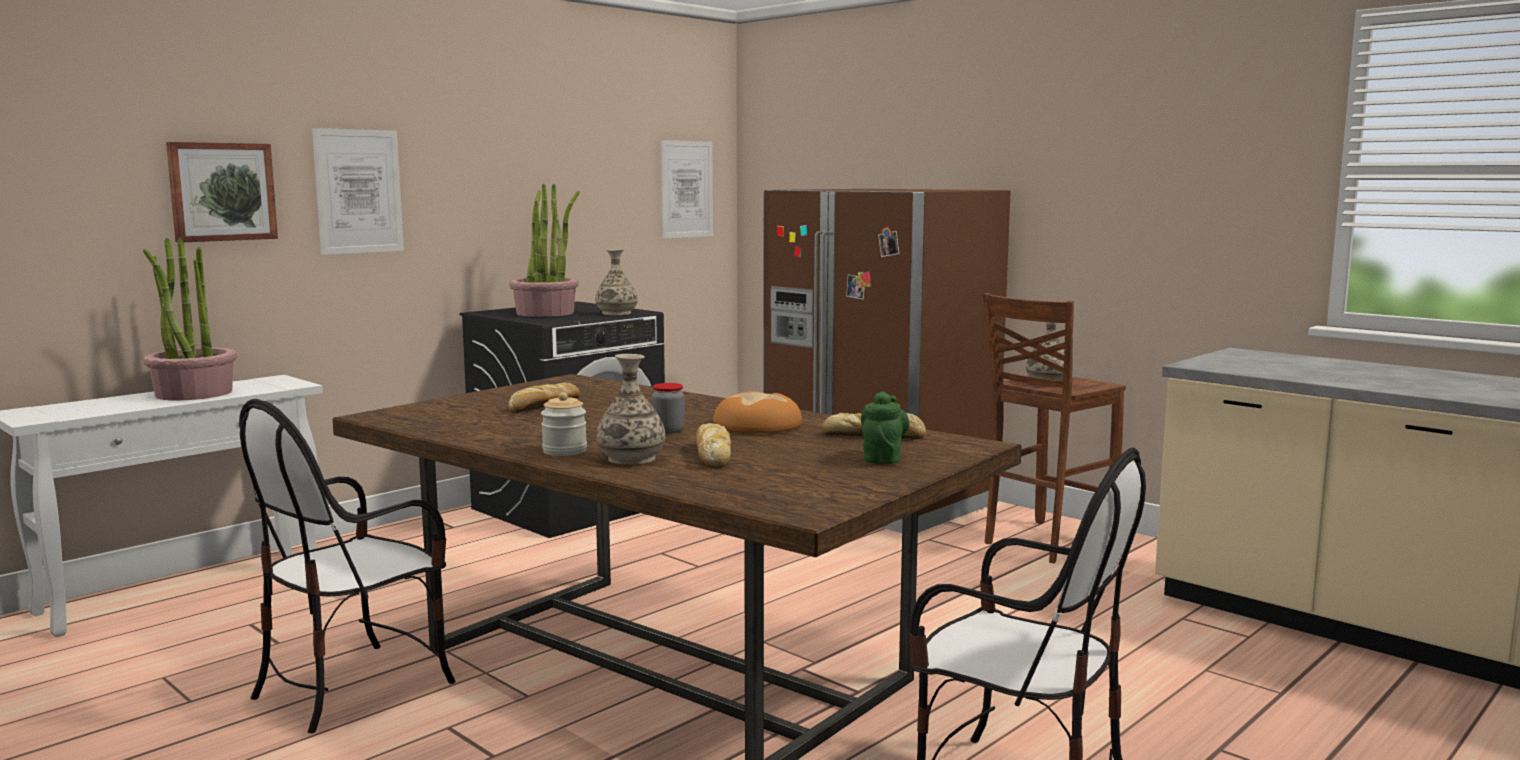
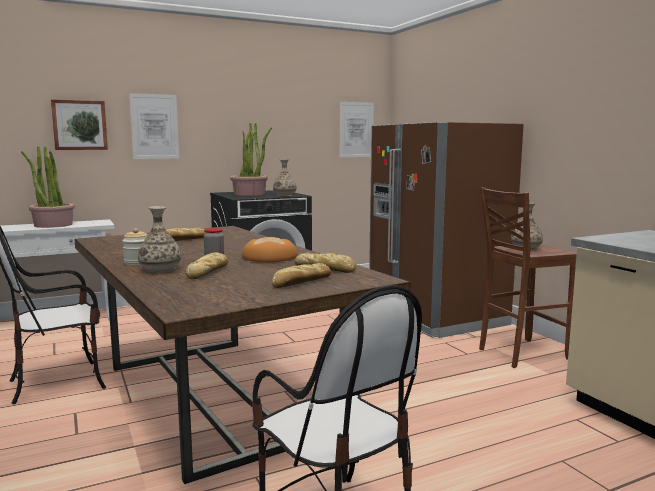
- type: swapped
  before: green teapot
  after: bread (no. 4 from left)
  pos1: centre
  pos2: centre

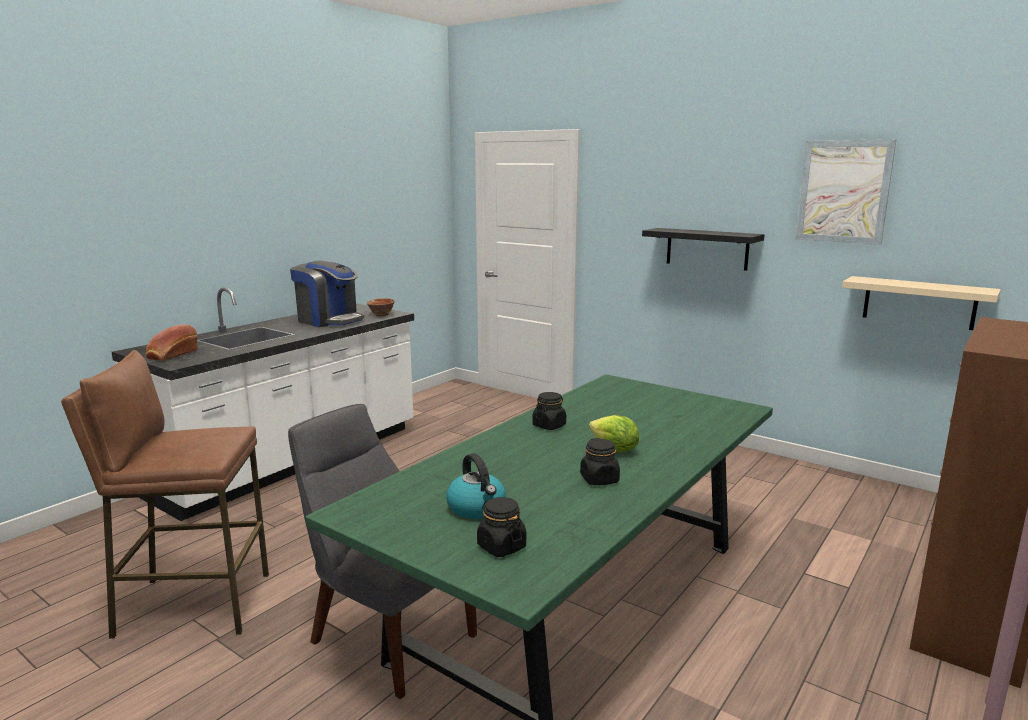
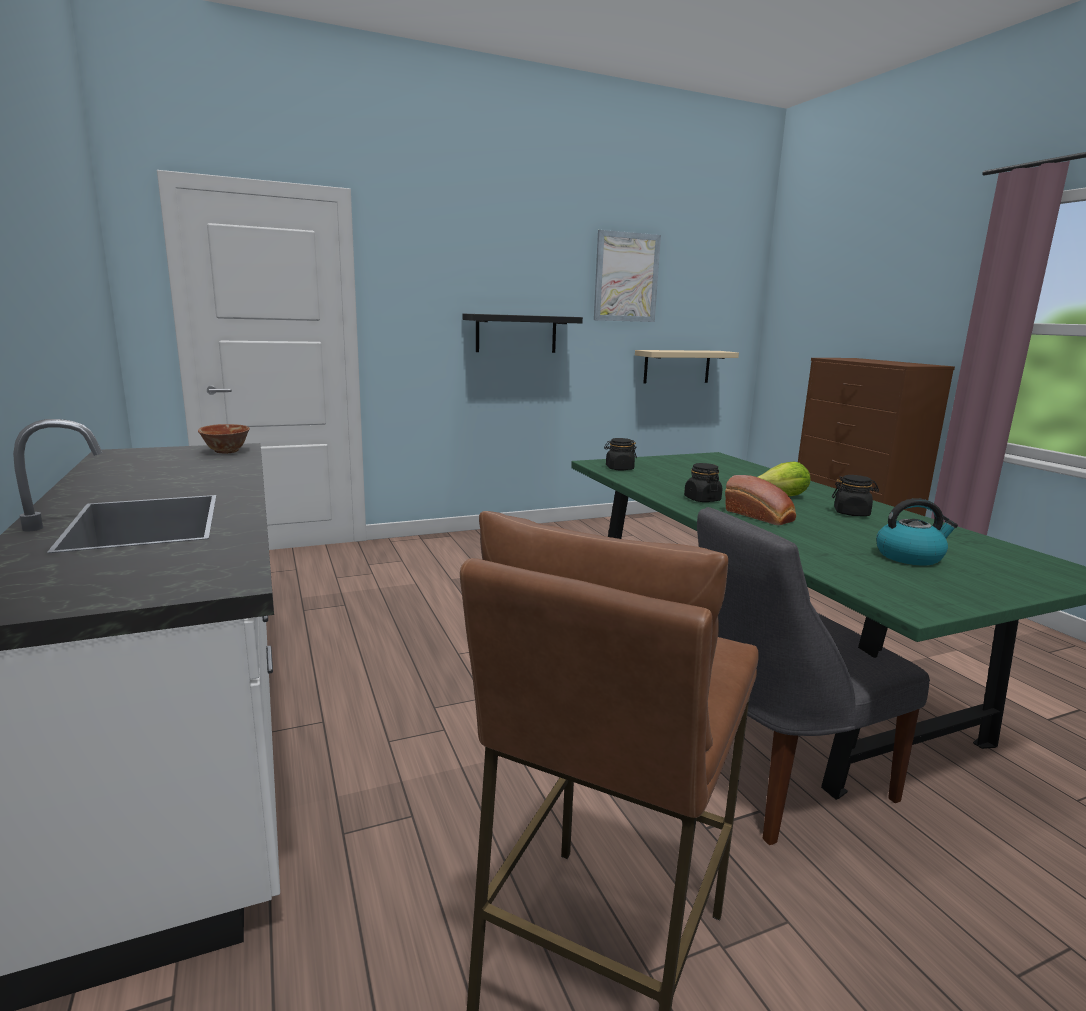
- type: gone
  before: coffee machine
  pos1: middle left
- type: shifted
  before: bread
  pos1: middle left
  pos2: middle right
- type: shifted
  before: black jar (no. 1 from left)
  pos1: bottom centre
  pos2: centre

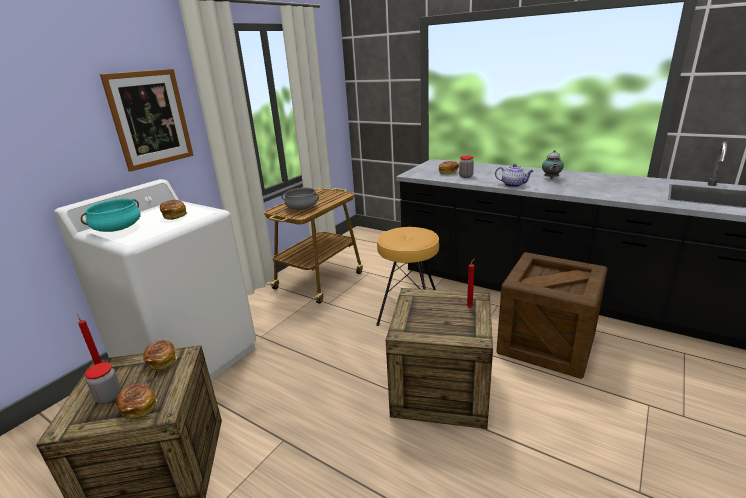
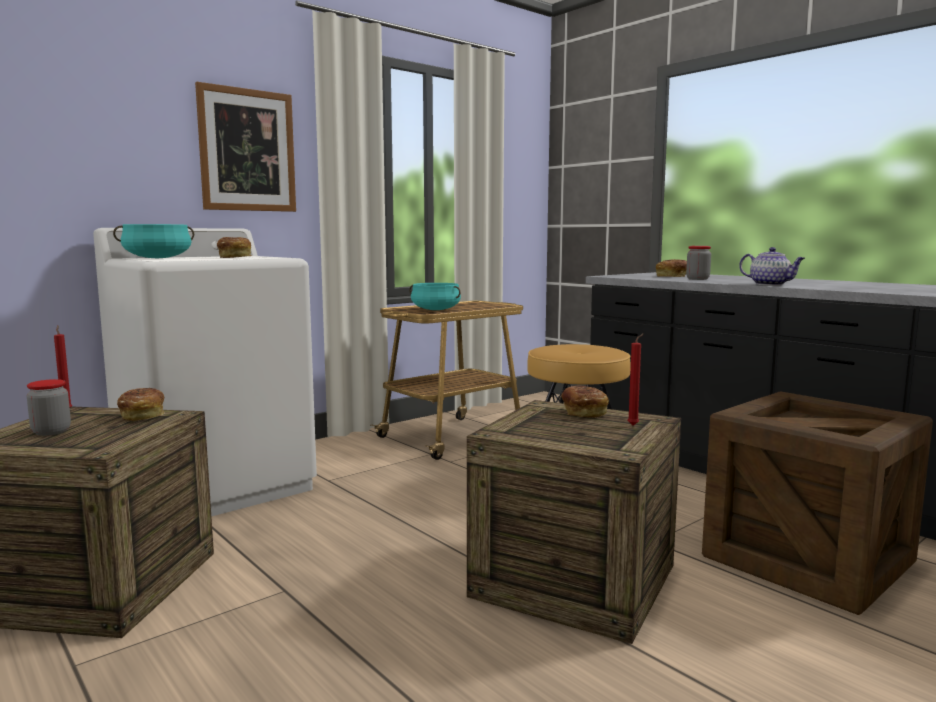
- type: gone
  before: teapot (no. 2 from left)
  pos1: top right
- type: shifted
  before: bread (no. 1 from left in the first image)
  after: bread (no. 3 from left)
  pos1: bottom left
  pos2: centre
- type: repainted
  before: grey cooking pot
  after: turquoise cooking pot (no. 2 from left)
  pos1: centre
  pos2: centre

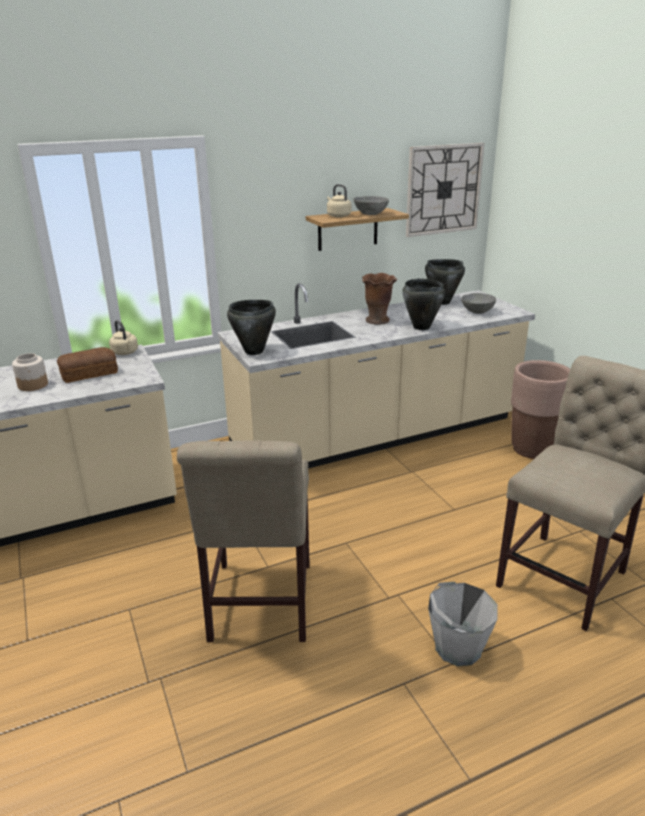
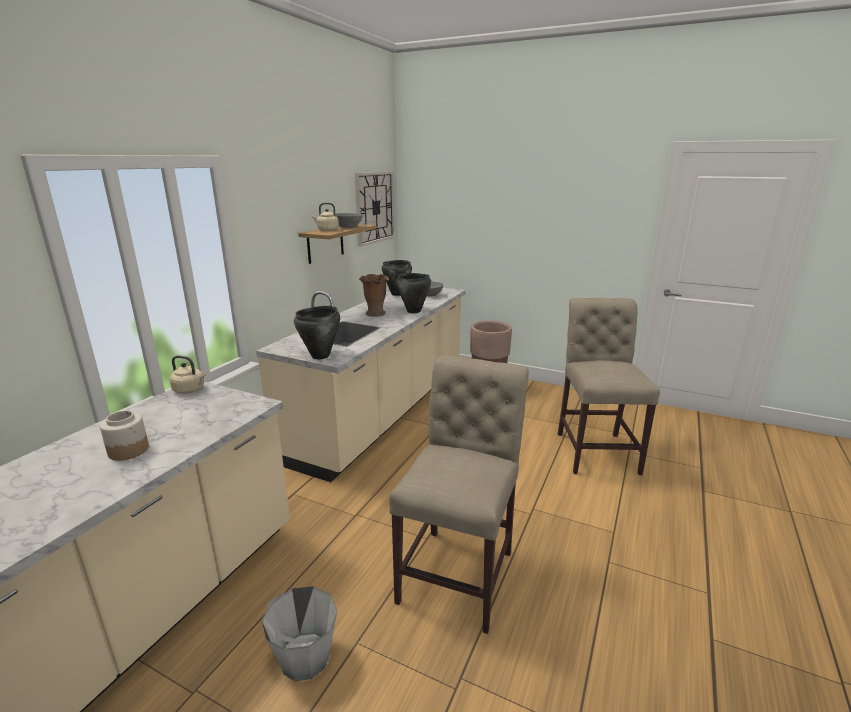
- type: gone
  before: bread
  pos1: middle left
- type: shifted
  before: grey bucket
  pos1: bottom right
  pos2: bottom centre
- type: rotated
  before: beige chair (no. 1 from left)
  pos1: centre
  pos2: bottom centre
  turn: -120

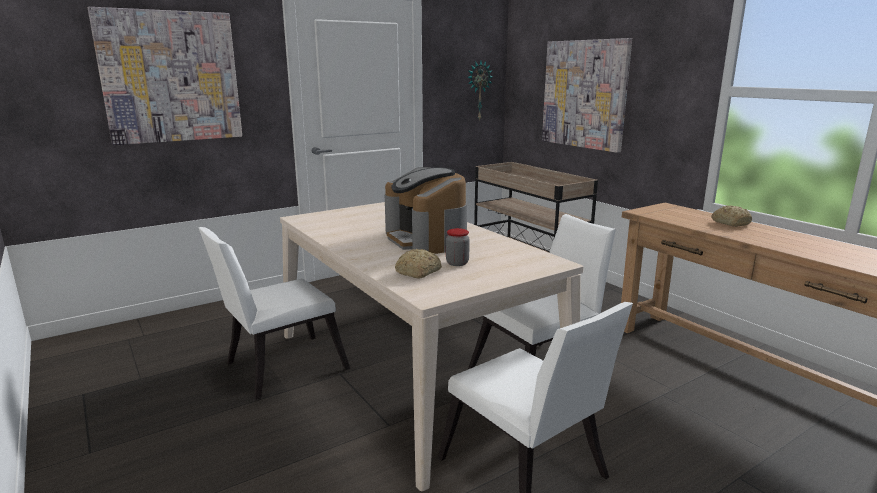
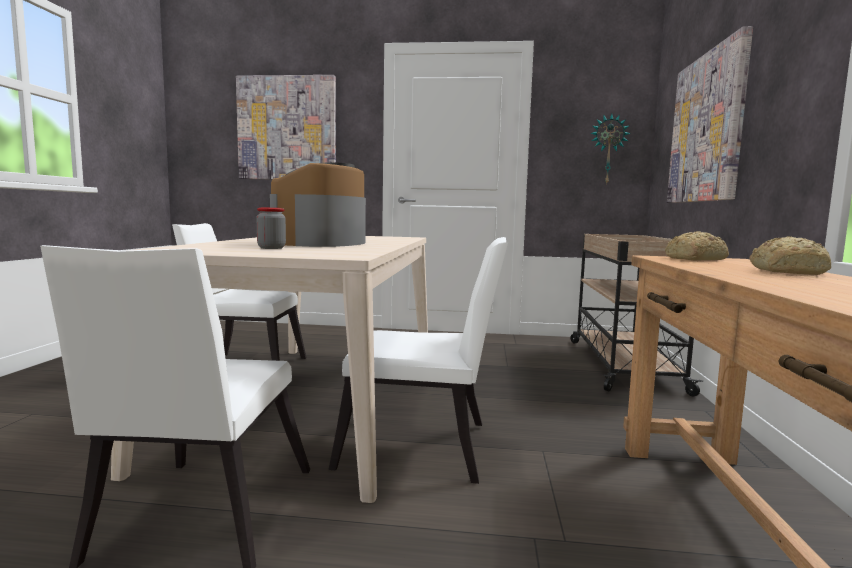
- type: shifted
  before: bread (no. 1 from left)
  pos1: centre
  pos2: middle right

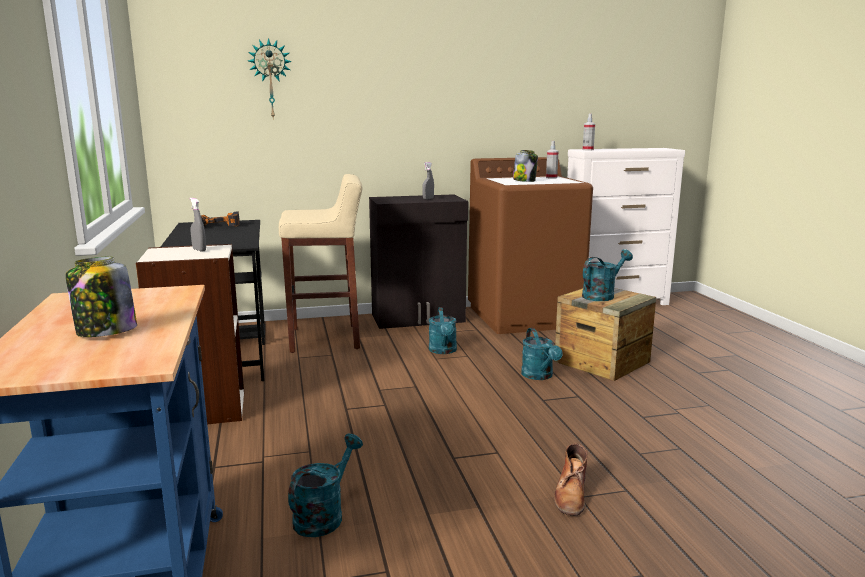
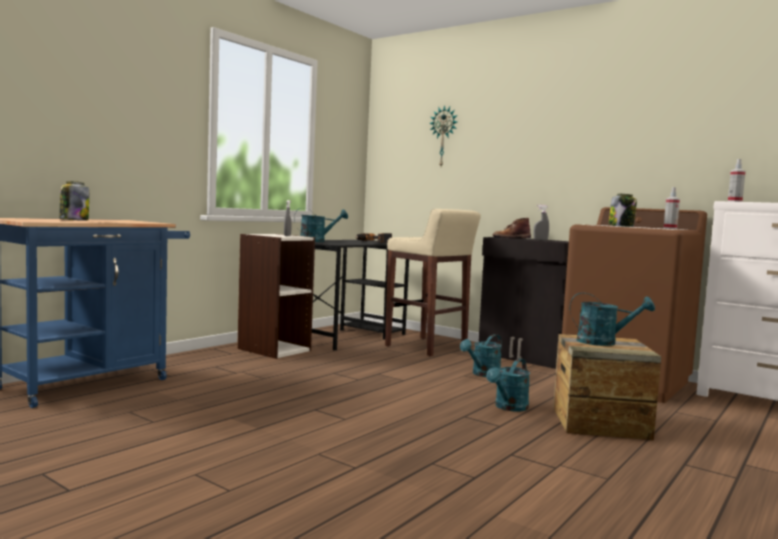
- type: shifted
  before: turquoise watering can (no. 1 from left)
  pos1: bottom centre
  pos2: centre
- type: shifted
  before: brown boot
  pos1: bottom centre
  pos2: centre

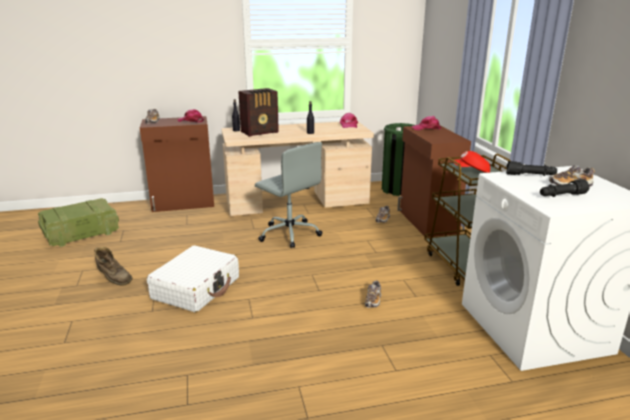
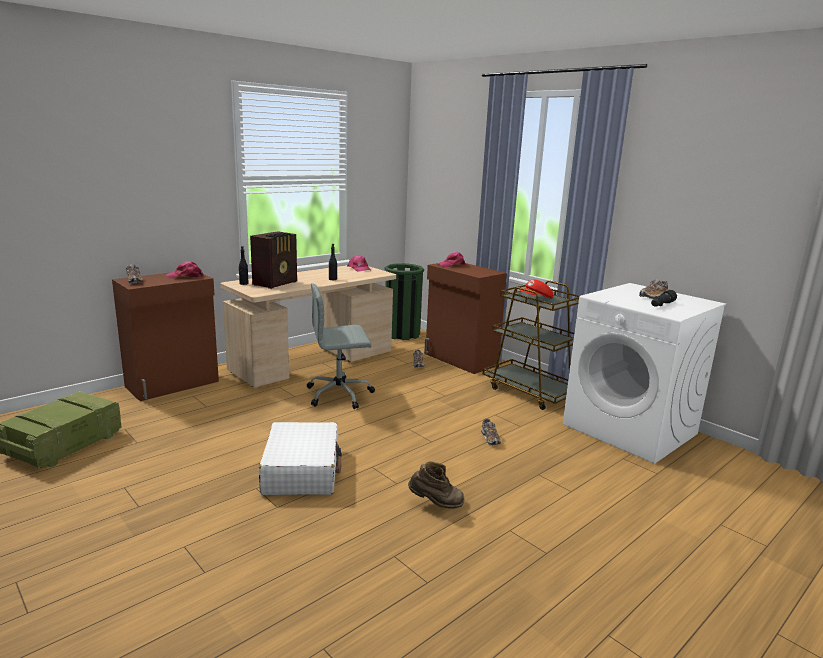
- type: gone
  before: black flashlight (no. 1 from left)
  pos1: middle right
- type: shifted
  before: brown boot
  pos1: middle left
  pos2: bottom centre
- type: rotated
  before: grey office chair
  pos1: centre
  pos2: centre
  turn: 150

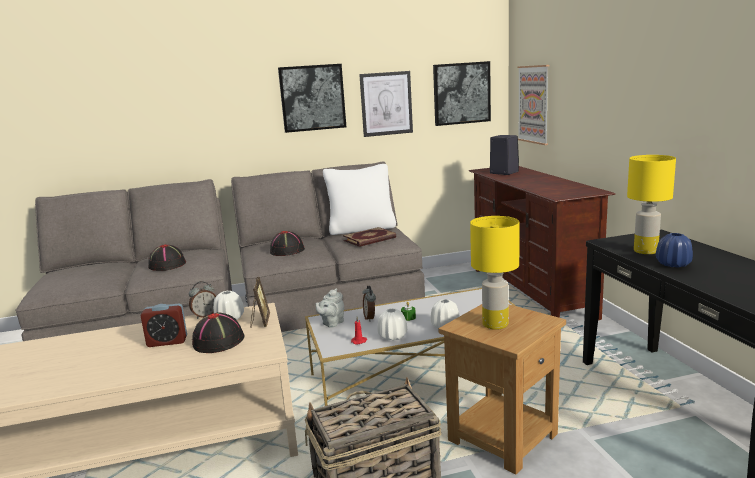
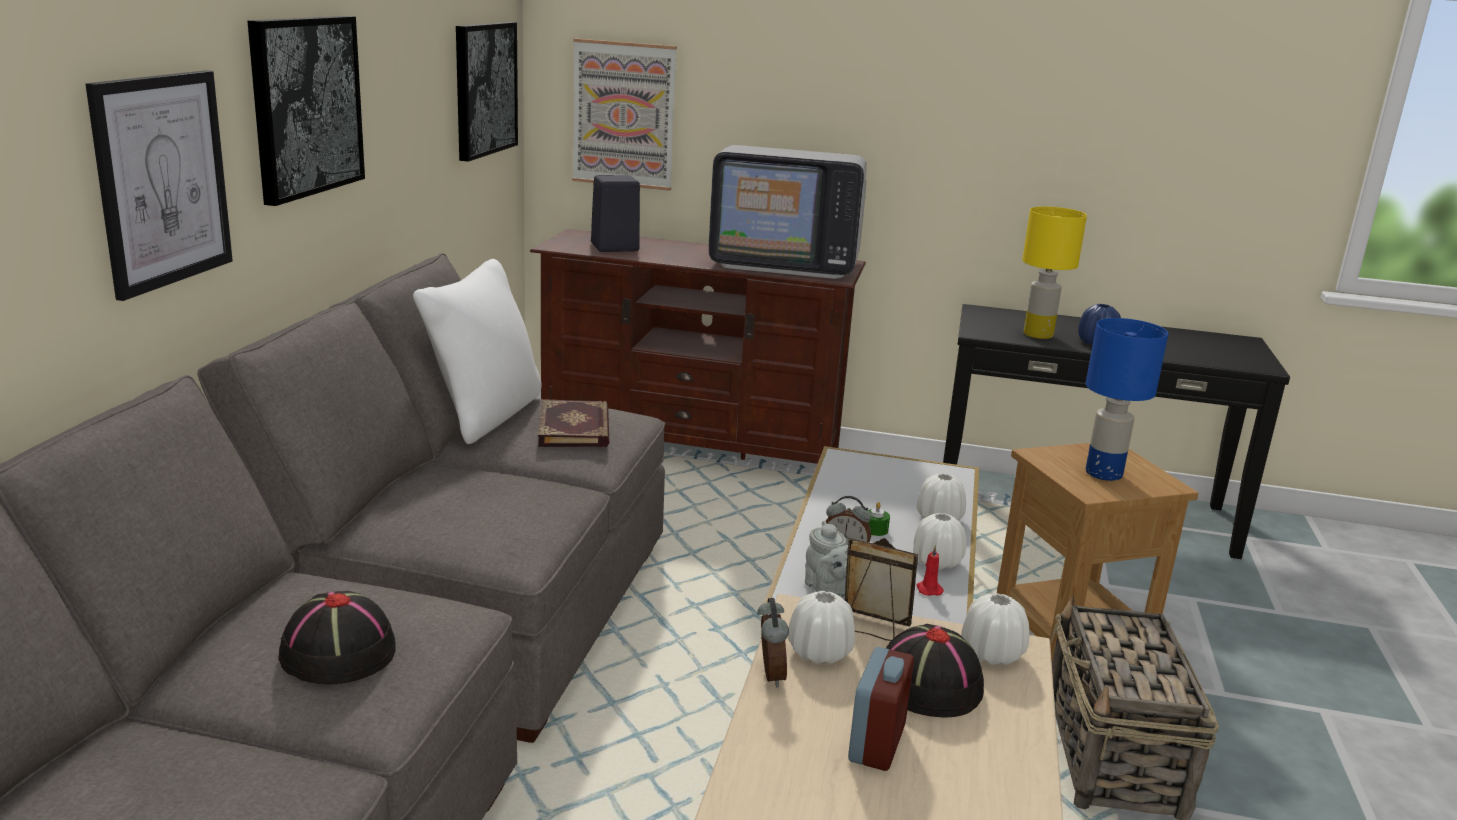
- type: gone
  before: black hat (no. 3 from left)
  pos1: centre
- type: new
  after: television
  pos2: top centre
- type: new
  after: white vase (no. 4 from left)
  pos2: bottom right
- type: shifted
  before: picture (no. 2 from left in the first image)
  after: picture (no. 1 from left)
  pos1: top centre
  pos2: top left
- type: repainted
  before: yellow table lamp (no. 1 from left)
  after: blue table lamp
  pos1: centre
  pos2: middle right

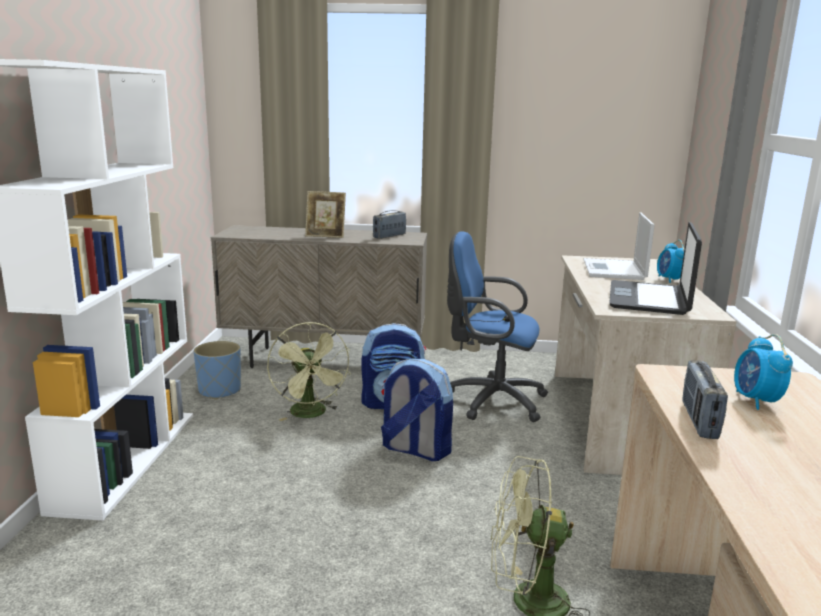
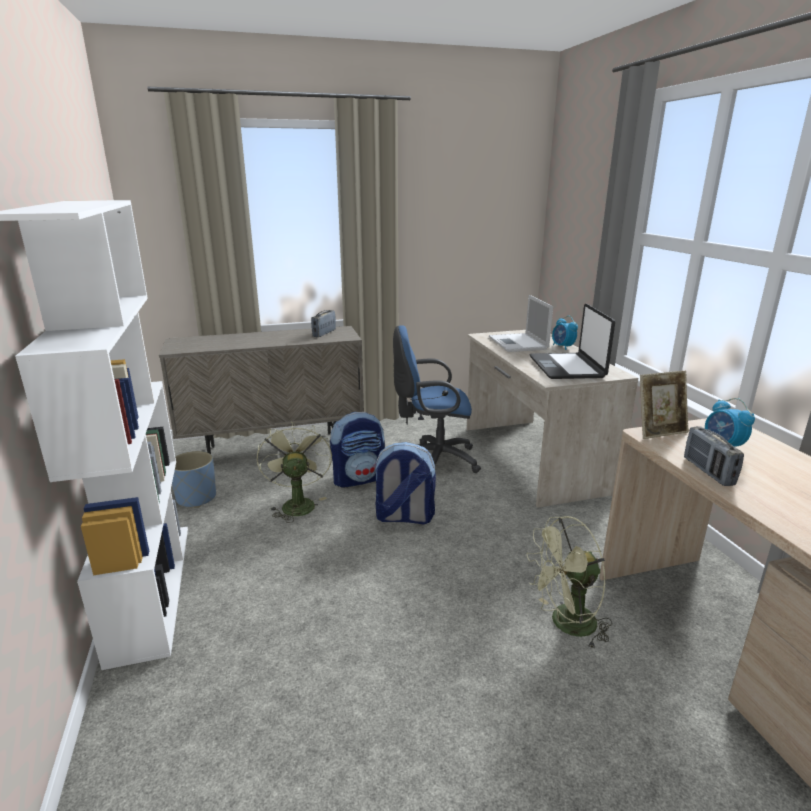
- type: shifted
  before: picture frame
  pos1: centre
  pos2: middle right
- type: rotated
  before: green fan (no. 1 from left)
  pos1: centre
  pos2: centre
  turn: -150

